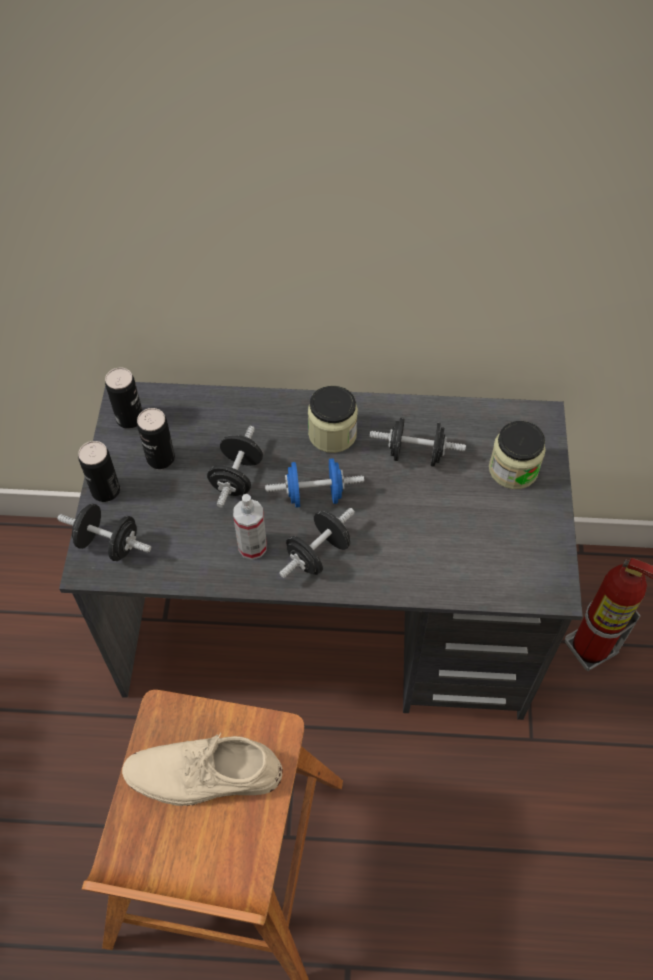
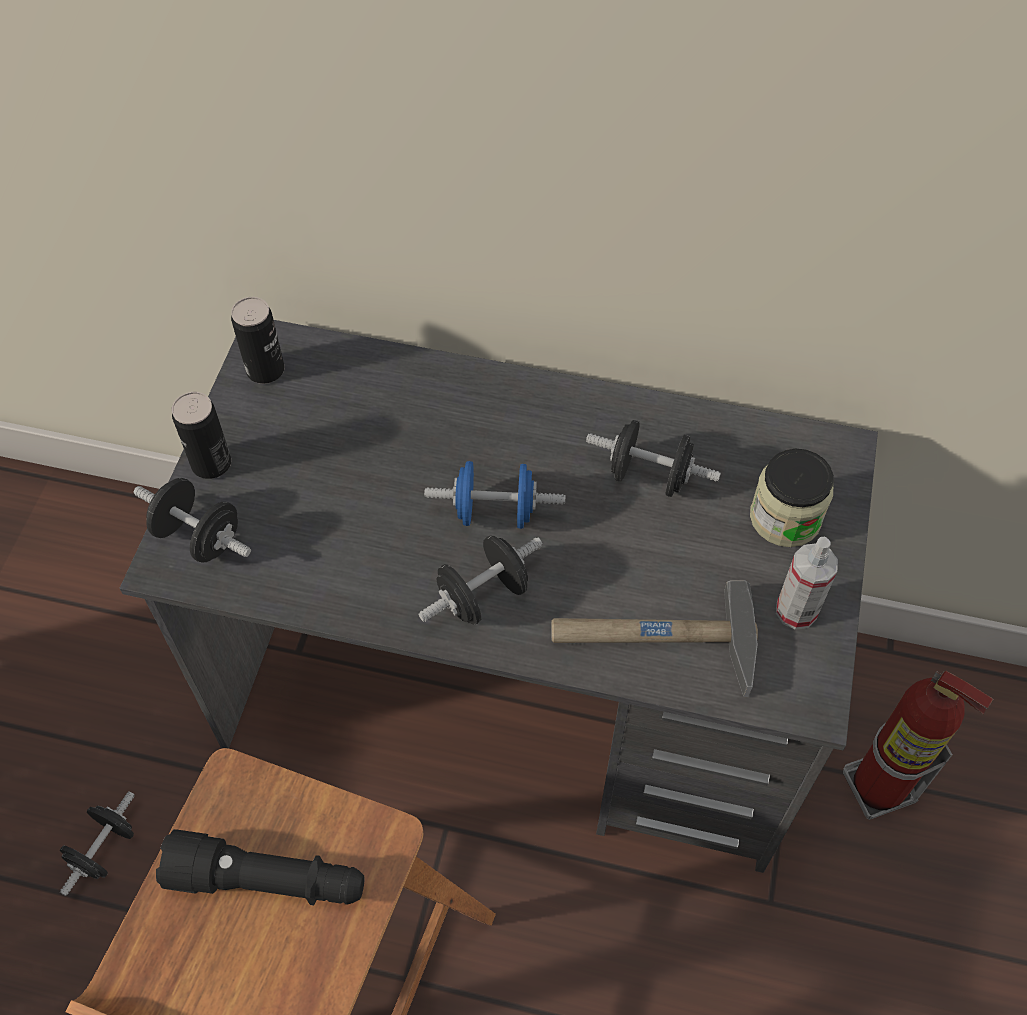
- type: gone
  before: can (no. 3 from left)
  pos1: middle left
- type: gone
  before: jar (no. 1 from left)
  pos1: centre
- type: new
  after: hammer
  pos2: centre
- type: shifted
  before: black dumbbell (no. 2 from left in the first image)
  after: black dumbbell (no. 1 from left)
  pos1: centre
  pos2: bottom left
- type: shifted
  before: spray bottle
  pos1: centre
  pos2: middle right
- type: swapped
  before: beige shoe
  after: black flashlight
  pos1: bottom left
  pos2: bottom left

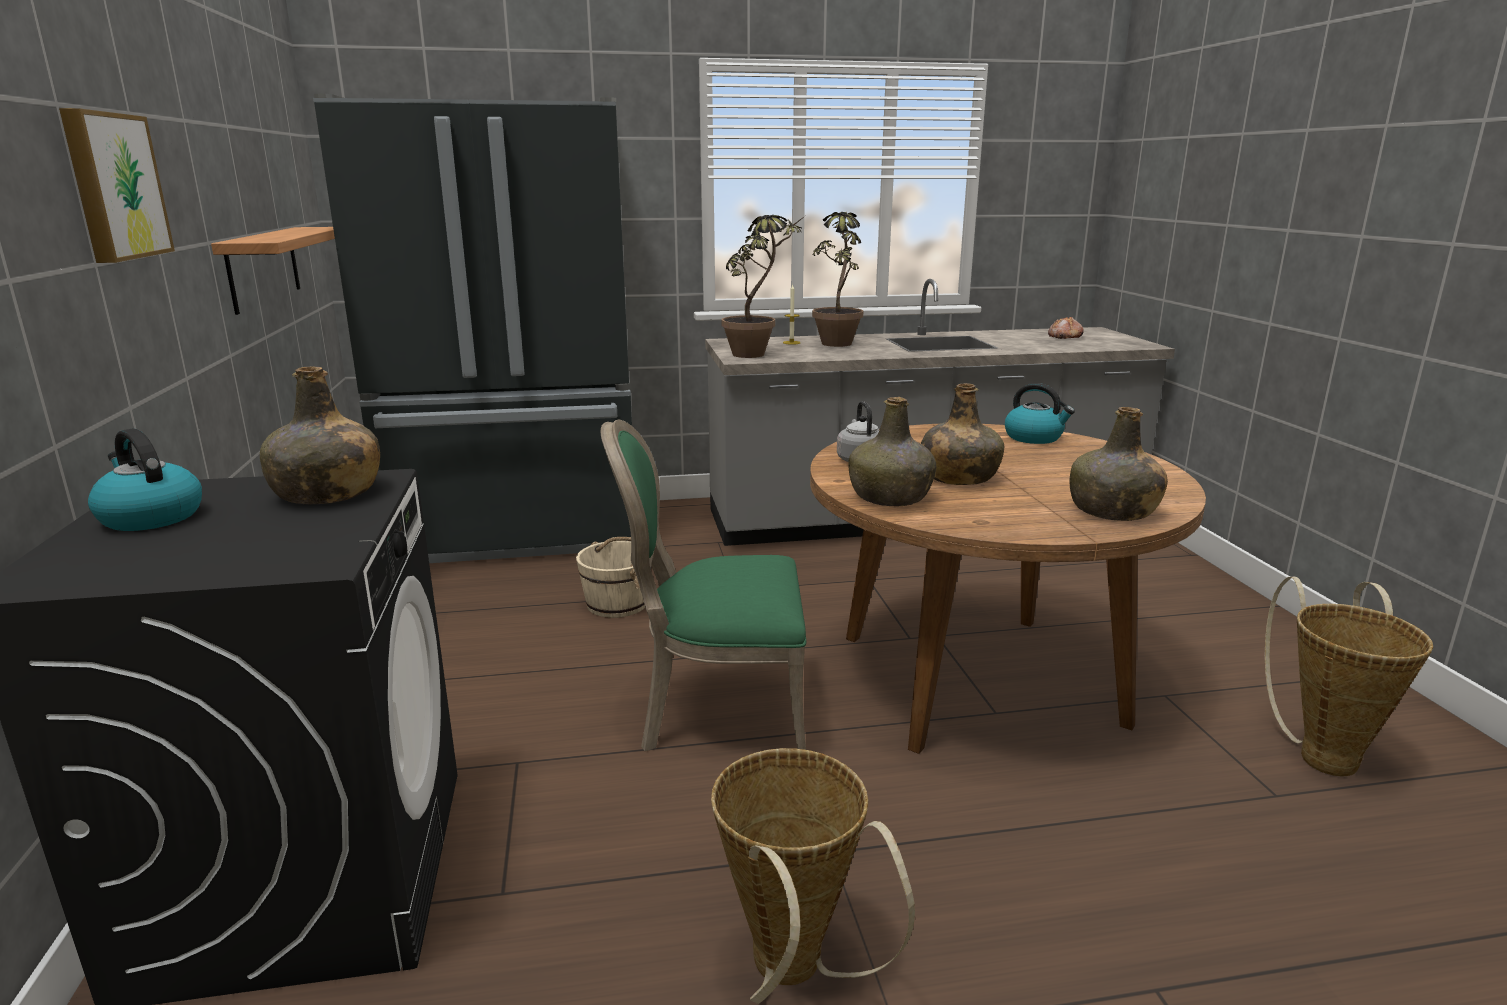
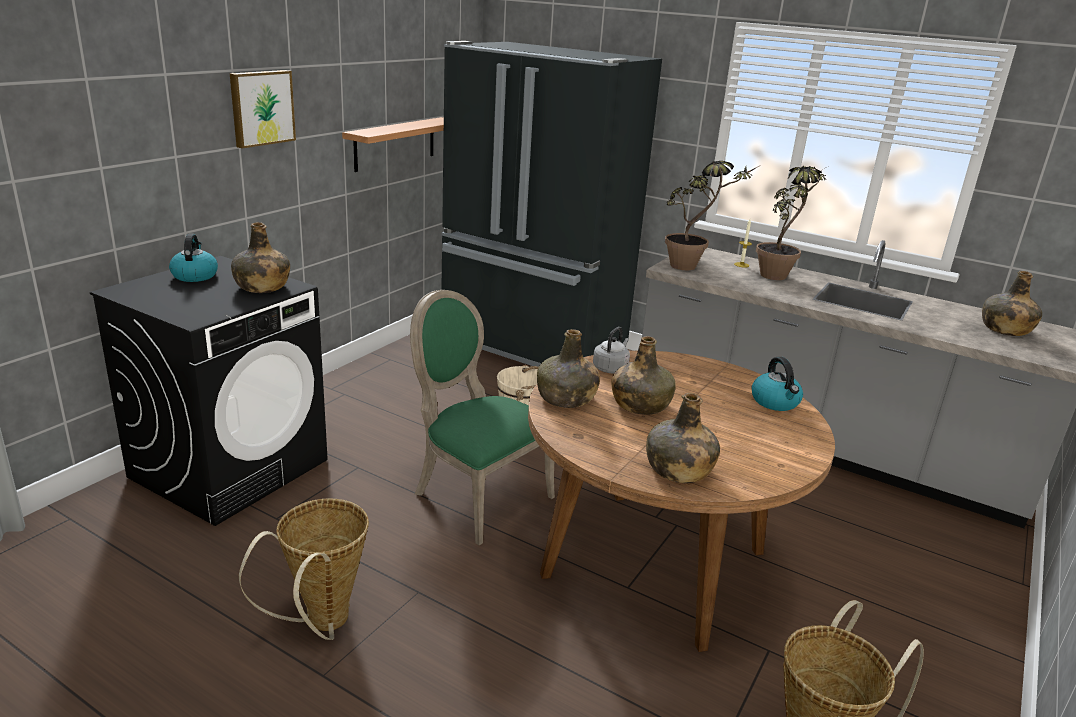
- type: swapped
  before: bread
  after: green bottle (no. 5 from left)
  pos1: top right
  pos2: middle right

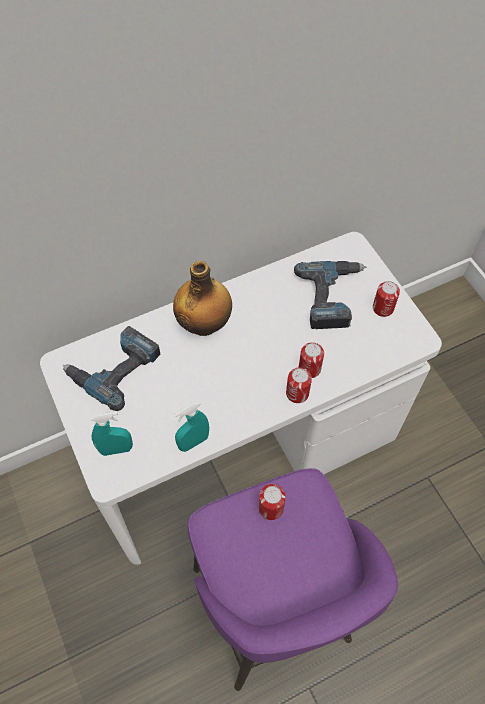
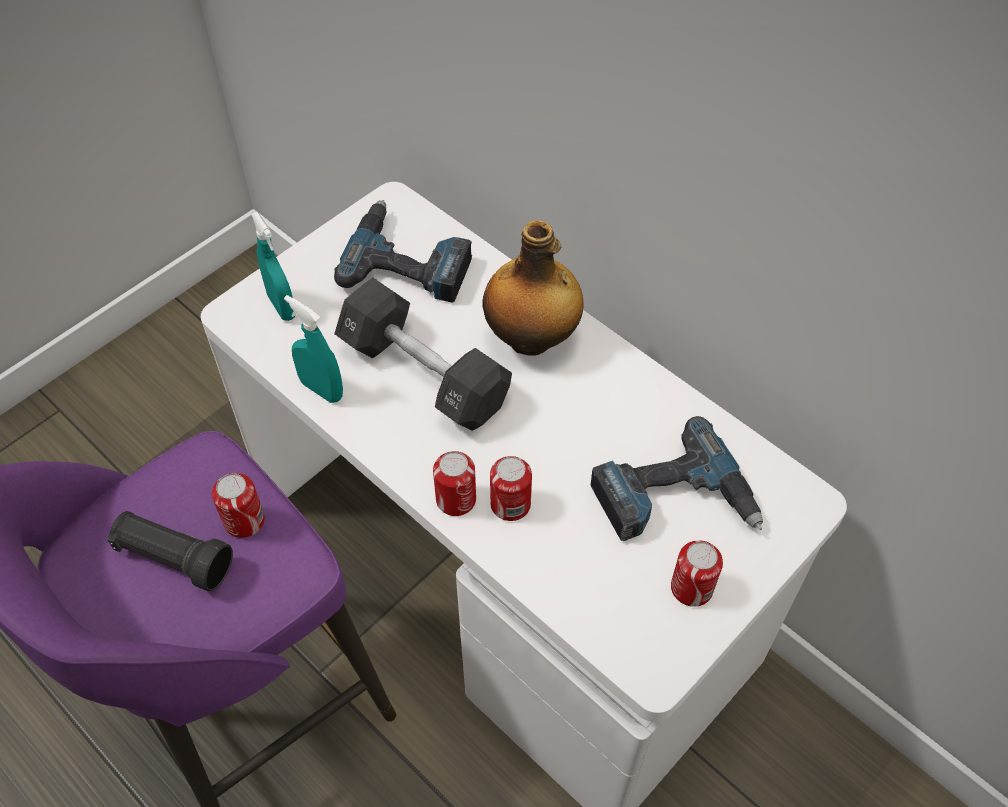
- type: new
  after: black flashlight
  pos2: bottom left
- type: new
  after: black dumbbell
  pos2: centre

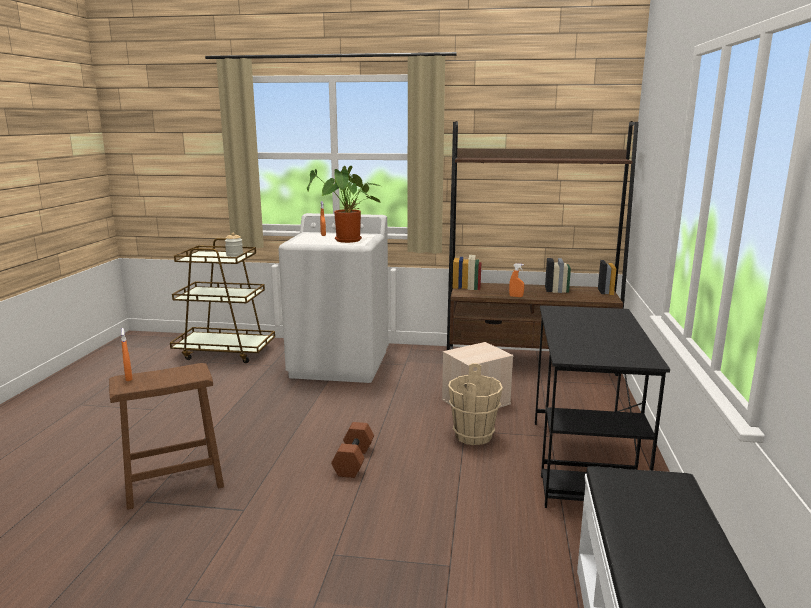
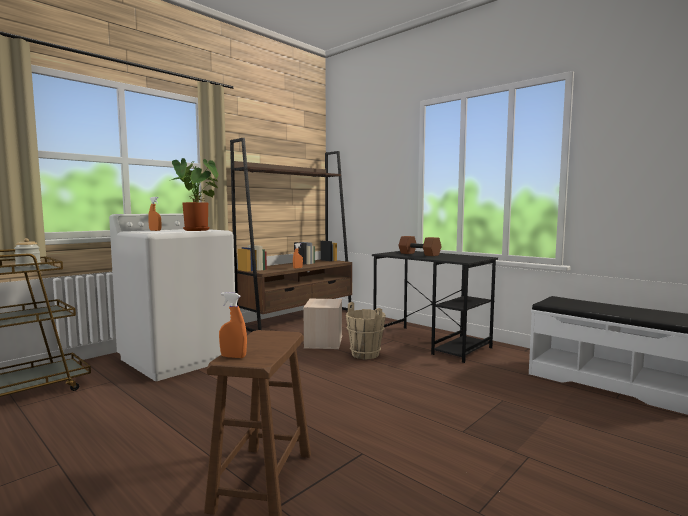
- type: shifted
  before: brown dumbbell
  pos1: bottom centre
  pos2: centre

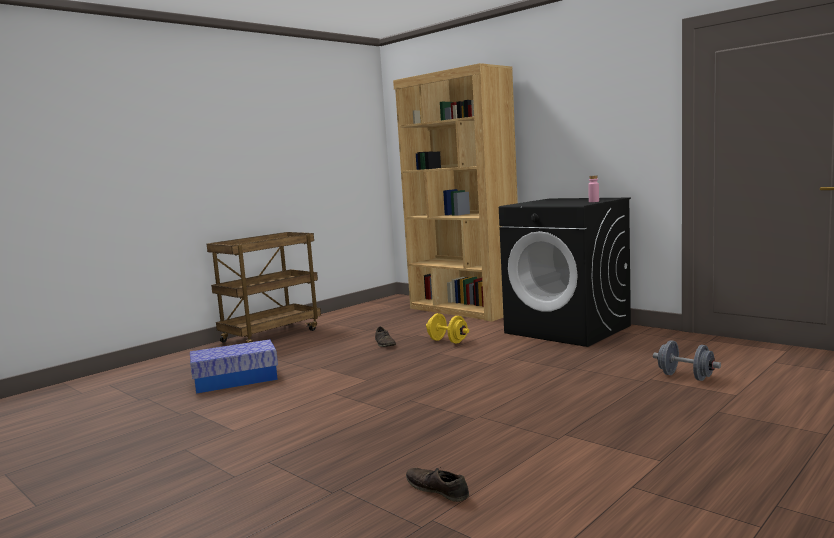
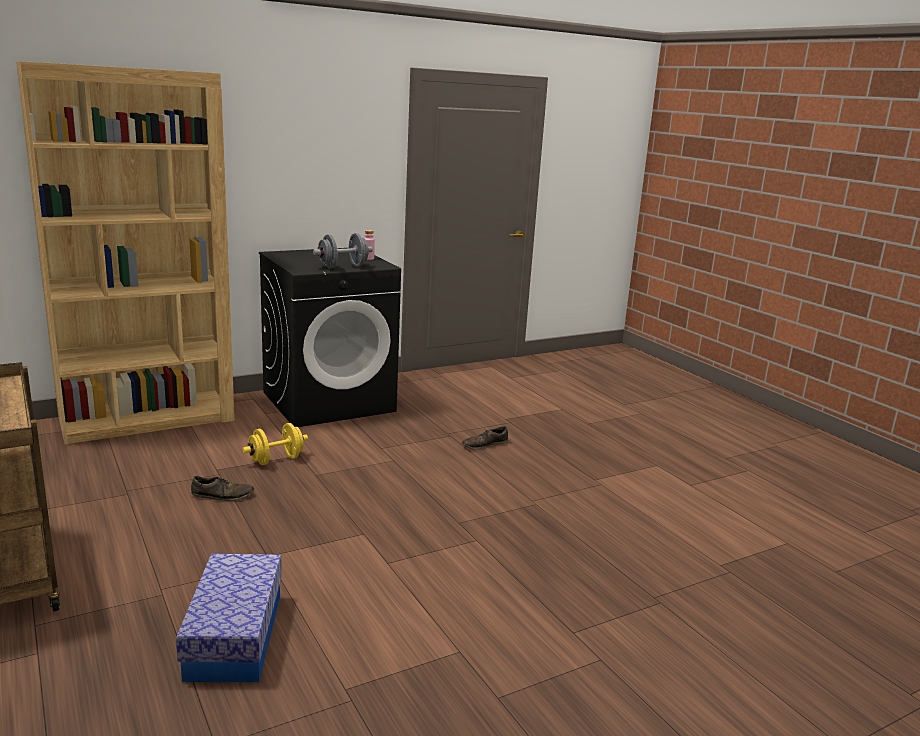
- type: shifted
  before: brown shoe (no. 2 from left)
  pos1: bottom centre
  pos2: centre
- type: shifted
  before: grey dumbbell
  pos1: bottom right
  pos2: centre

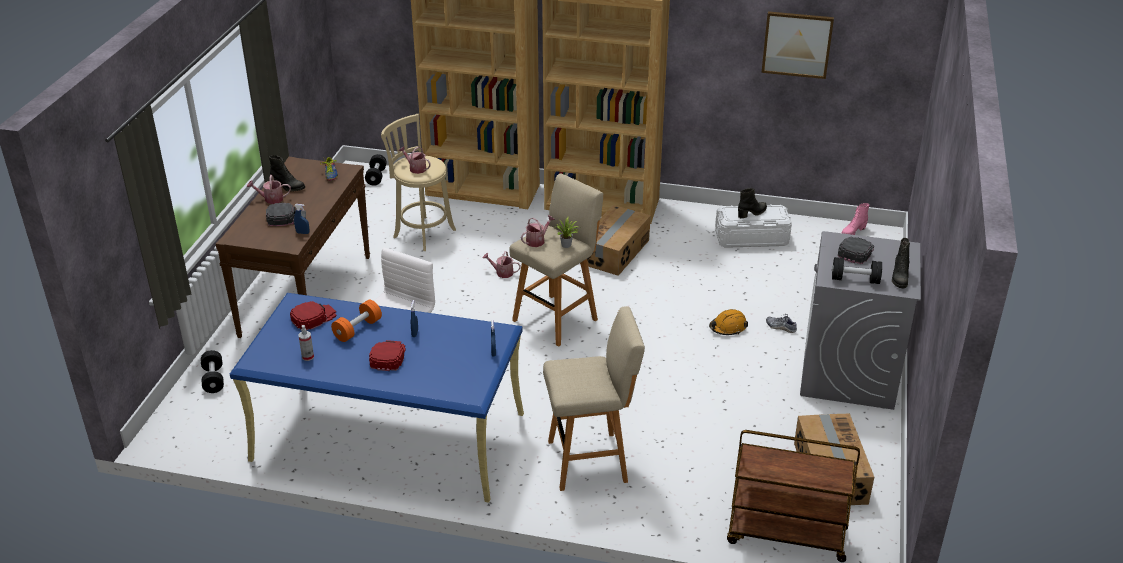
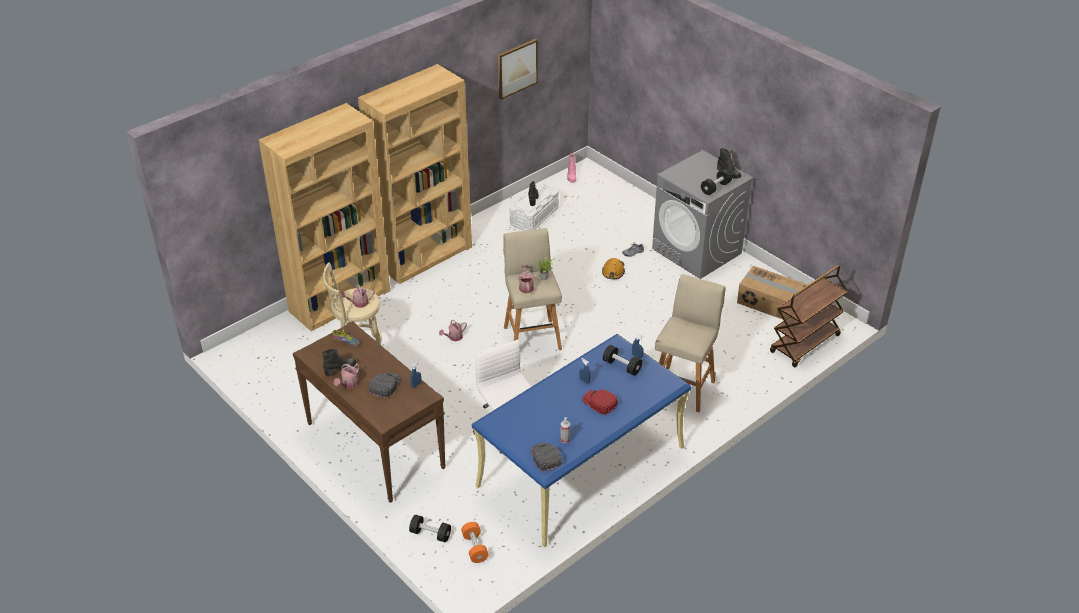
- type: gone
  before: red cap (no. 1 from left)
  pos1: middle left
- type: gone
  before: cardboard box (no. 1 from left)
  pos1: centre
- type: shifted
  before: orange dumbbell
  pos1: middle left
  pos2: bottom centre
- type: shifted
  before: black dumbbell (no. 2 from left)
  pos1: top centre
  pos2: centre
- type: shifted
  before: black cap (no. 2 from left)
  pos1: middle right
  pos2: bottom centre

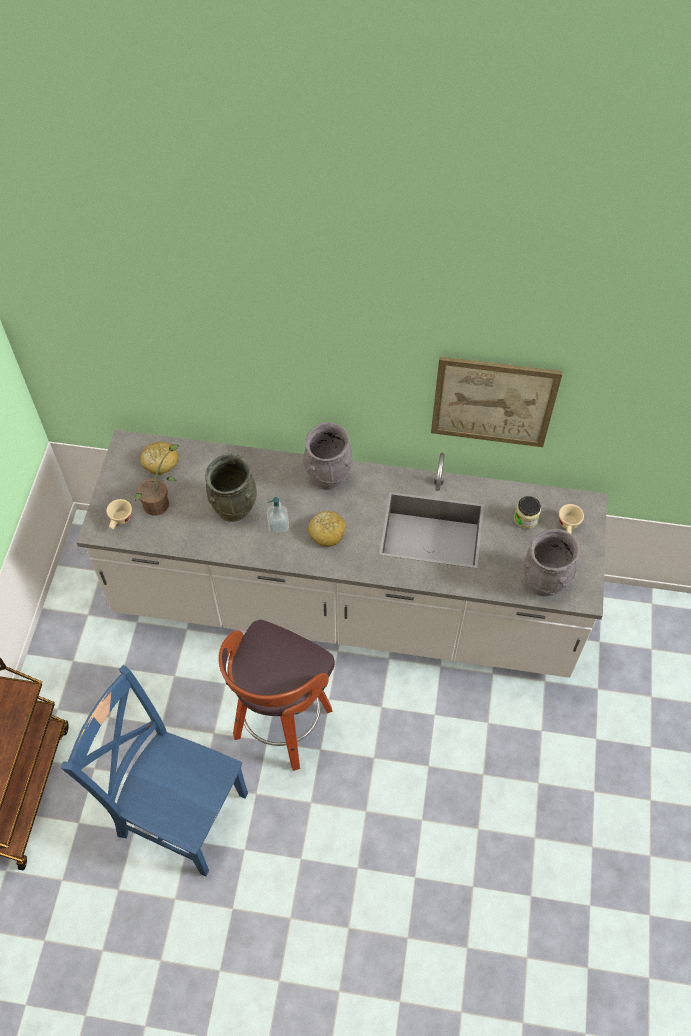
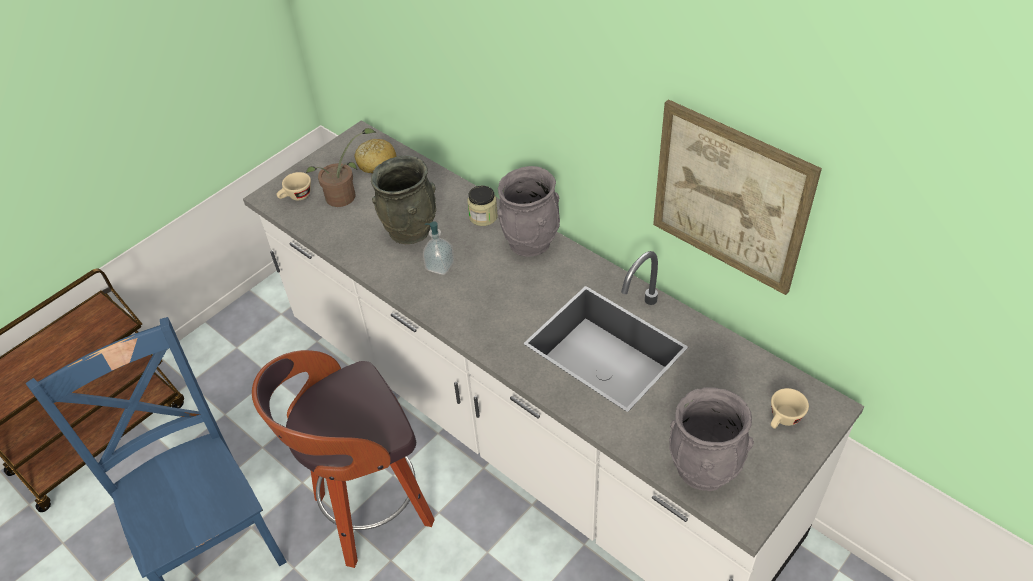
- type: gone
  before: bread (no. 2 from left)
  pos1: centre
- type: shifted
  before: jar
  pos1: middle right
  pos2: centre

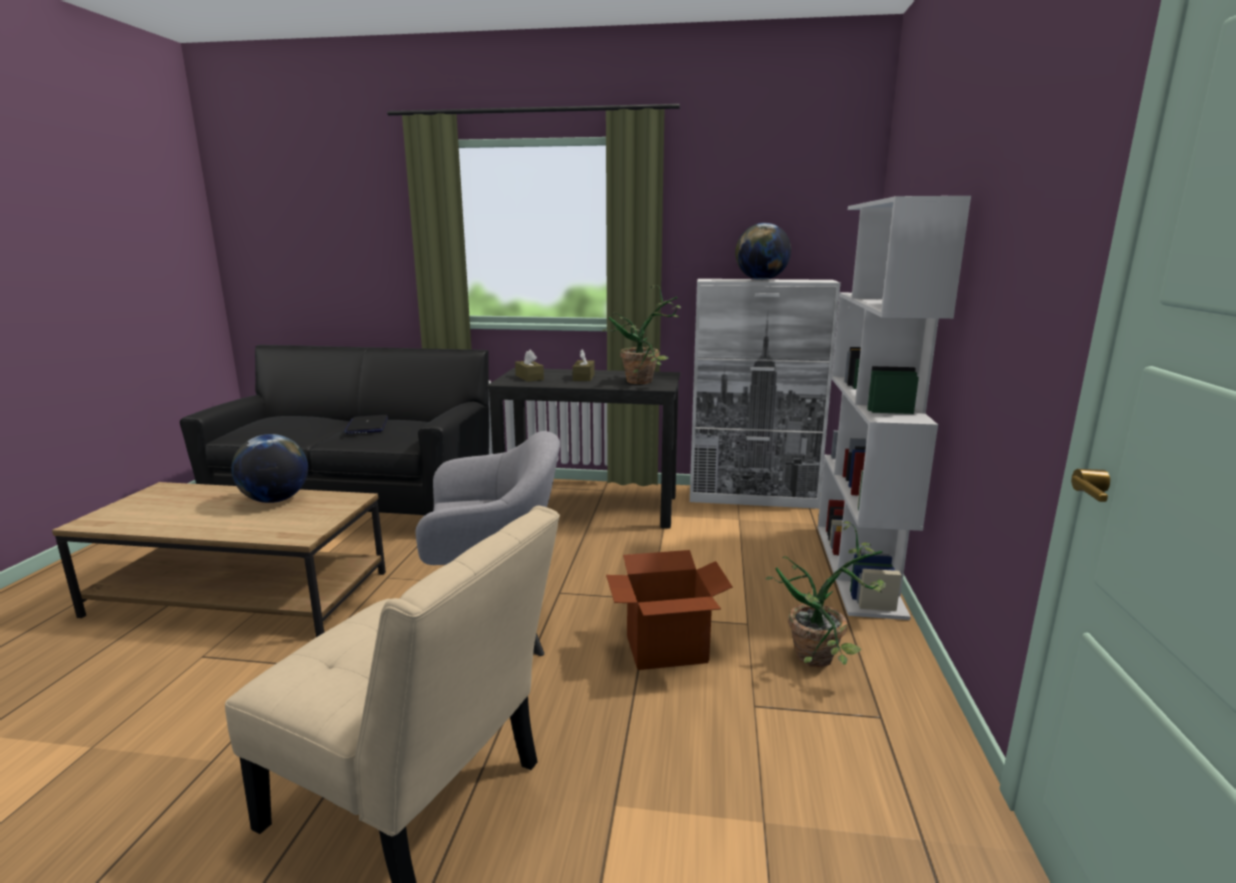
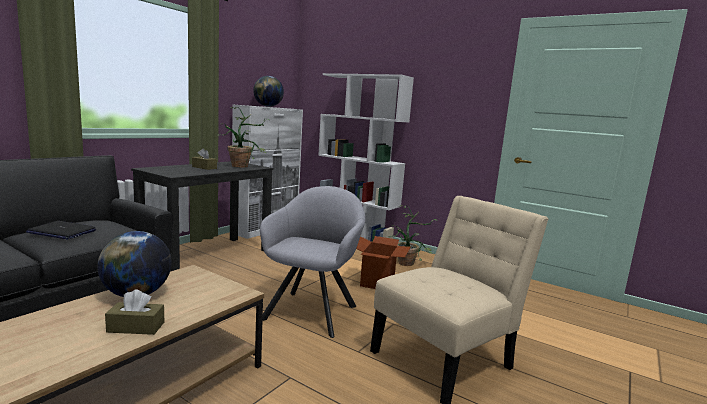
- type: shifted
  before: brown tissue box (no. 1 from left)
  pos1: centre
  pos2: bottom left

